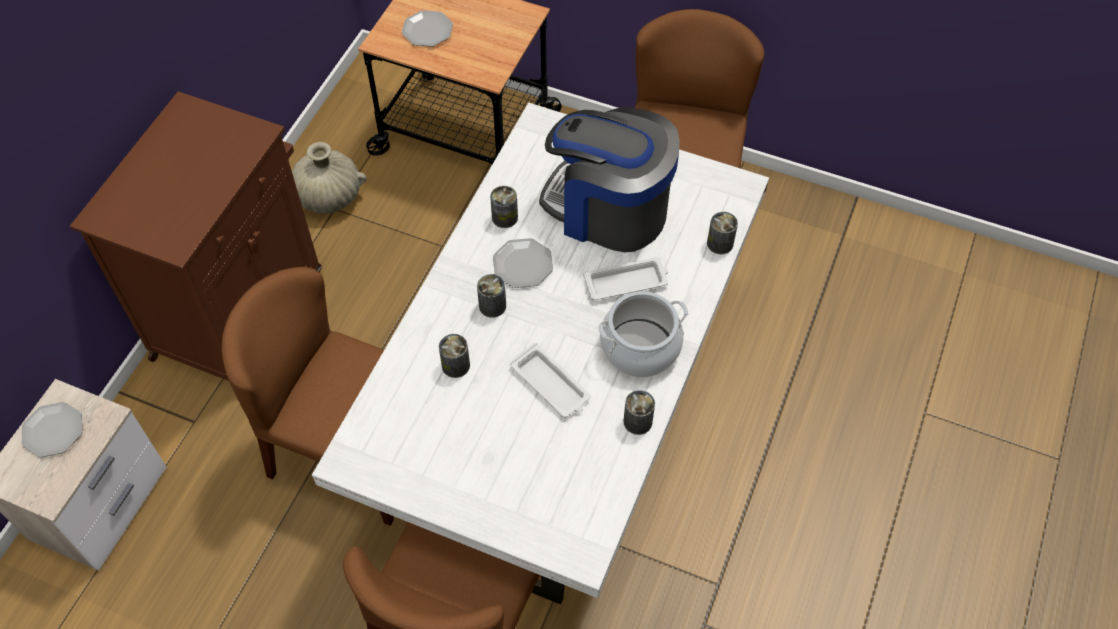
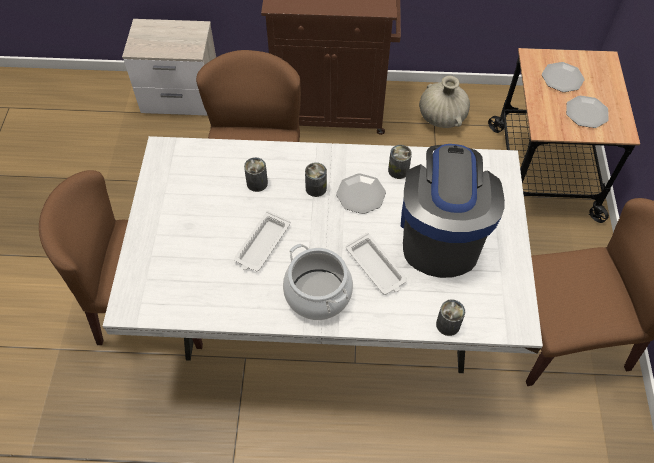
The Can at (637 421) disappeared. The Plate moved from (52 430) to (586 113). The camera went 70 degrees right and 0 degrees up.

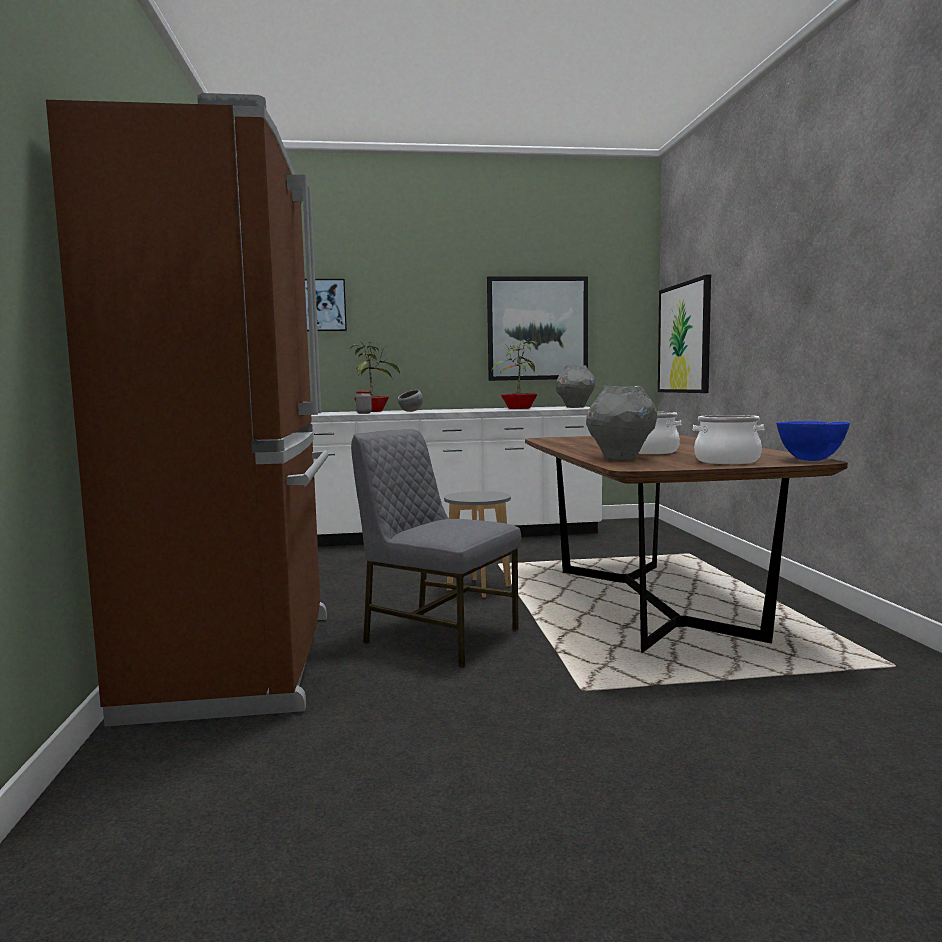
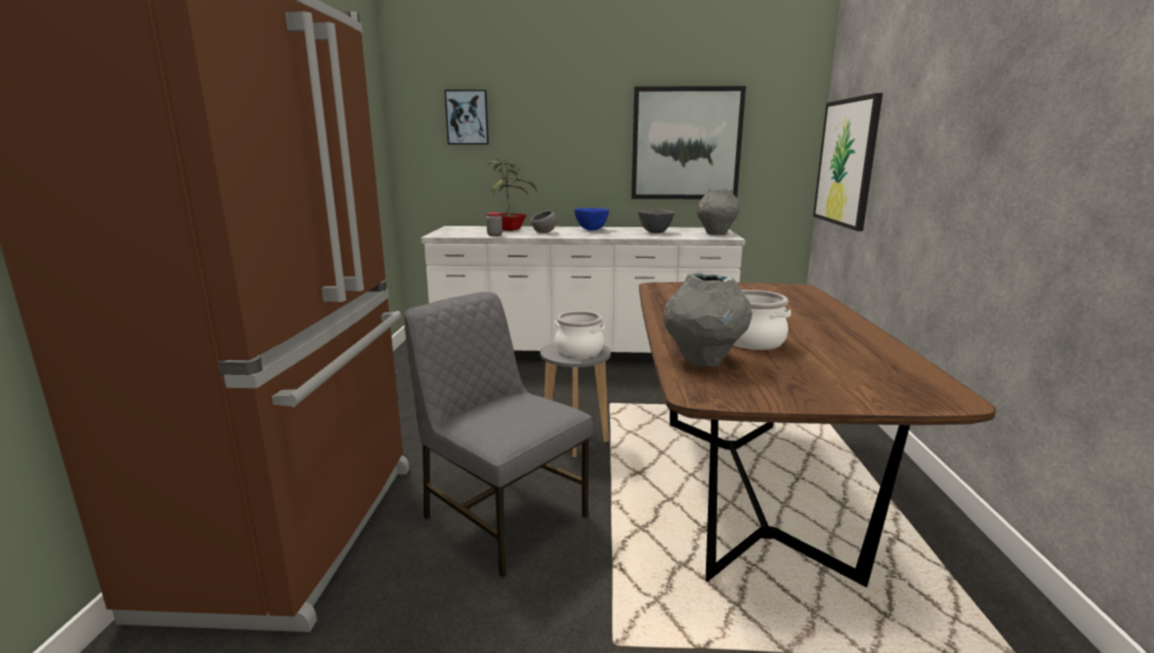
The CookingPot moved from (727 461) to (579 350). The BlueBowl moved from (810 460) to (591 230). The PottedPlant at (518 408) was replaced by the GreyBowl at (655 232). The camera went 10 degrees right and 10 degrees up.

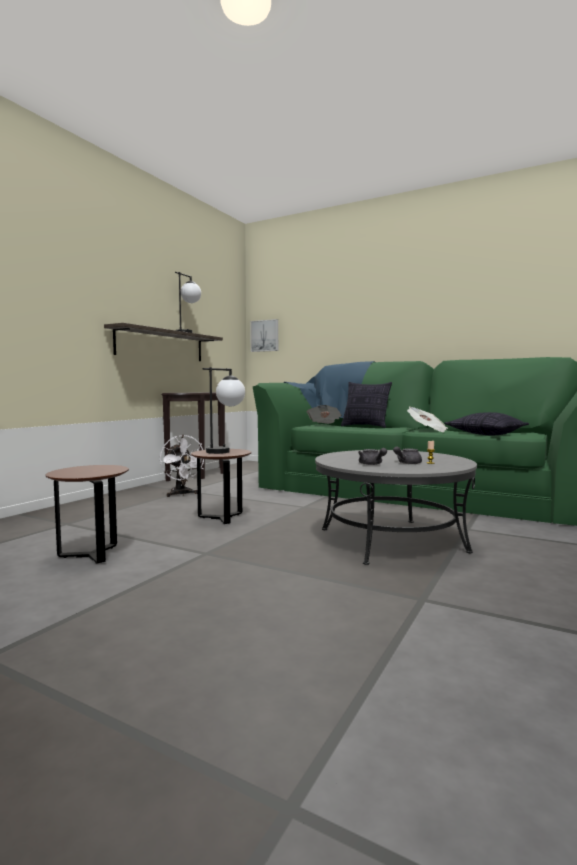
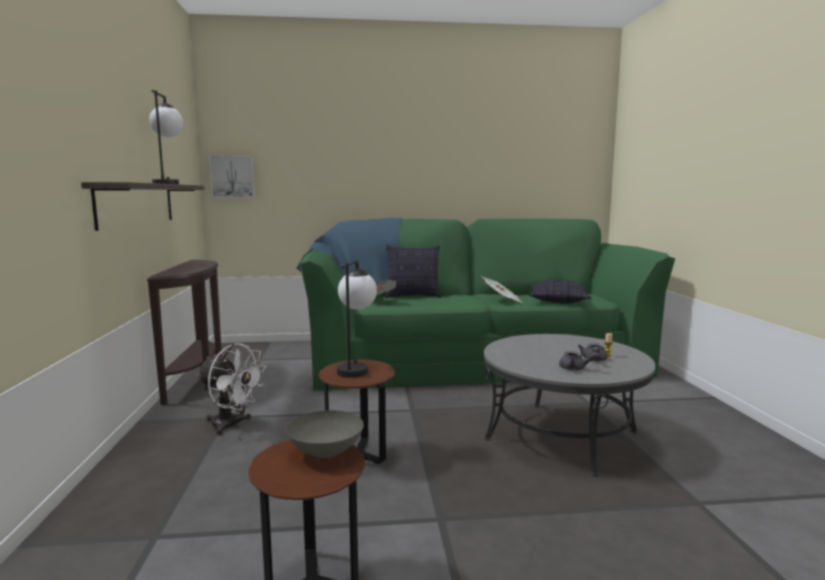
The GreyBowl at (327 452) appeared. The camera went 35 degrees left and 5 degrees up.

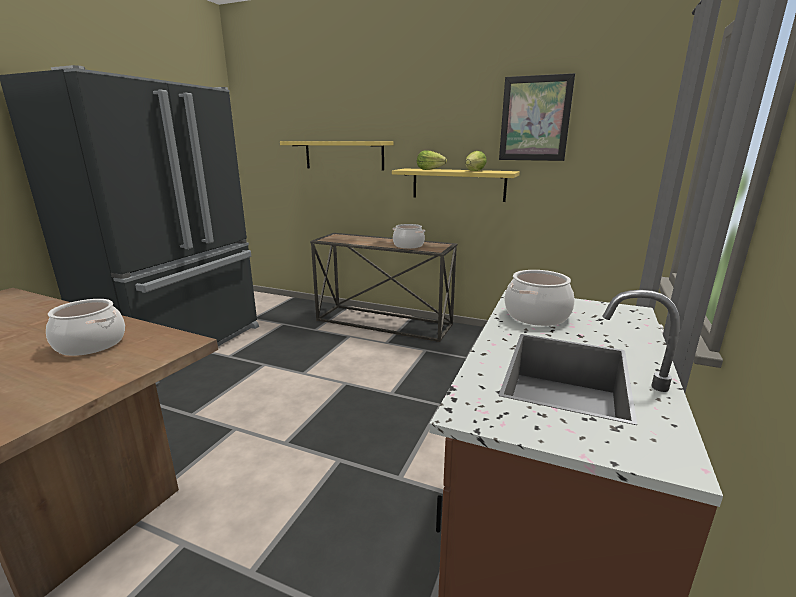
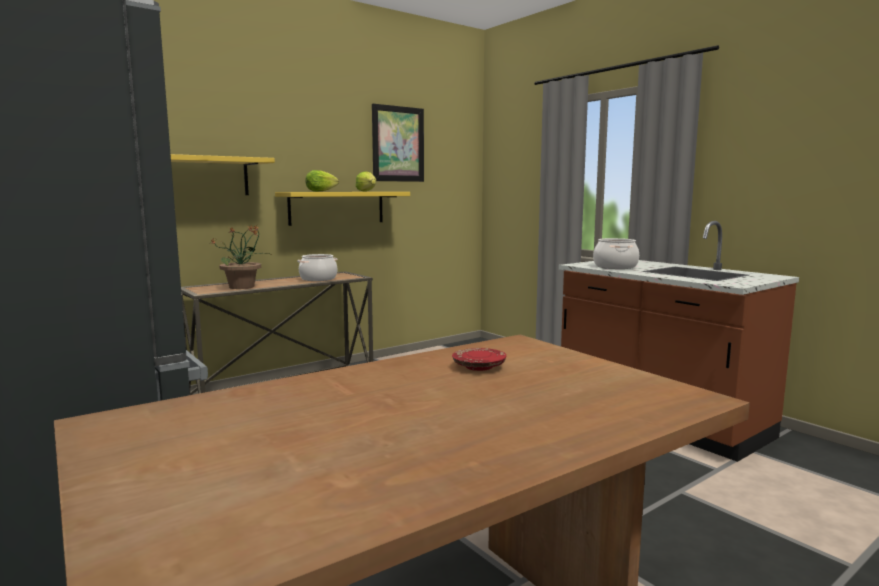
The PottedPlant at (243 287) appeared. The CookingPot at (90 344) was replaced by the RedPlate at (478 367). The camera went 60 degrees left and 10 degrees down.

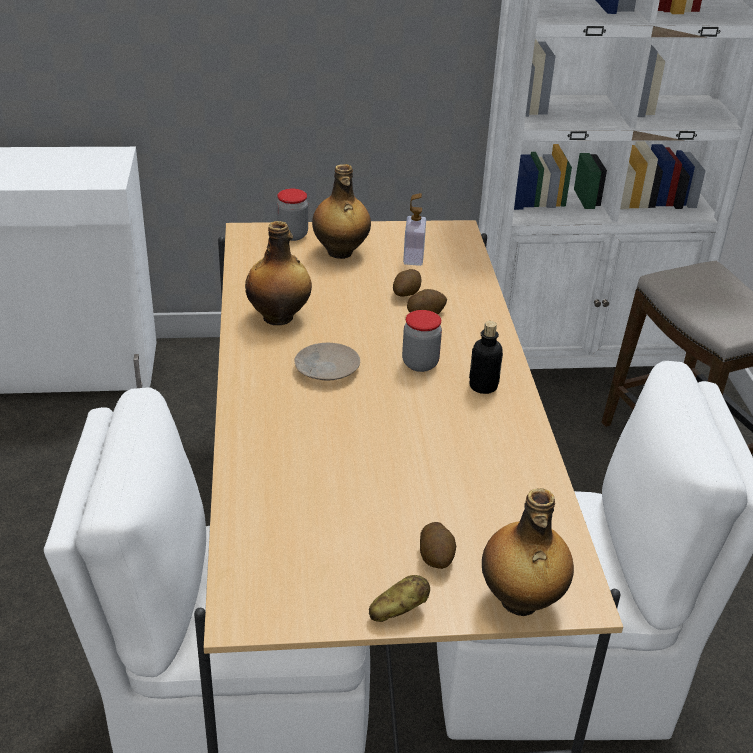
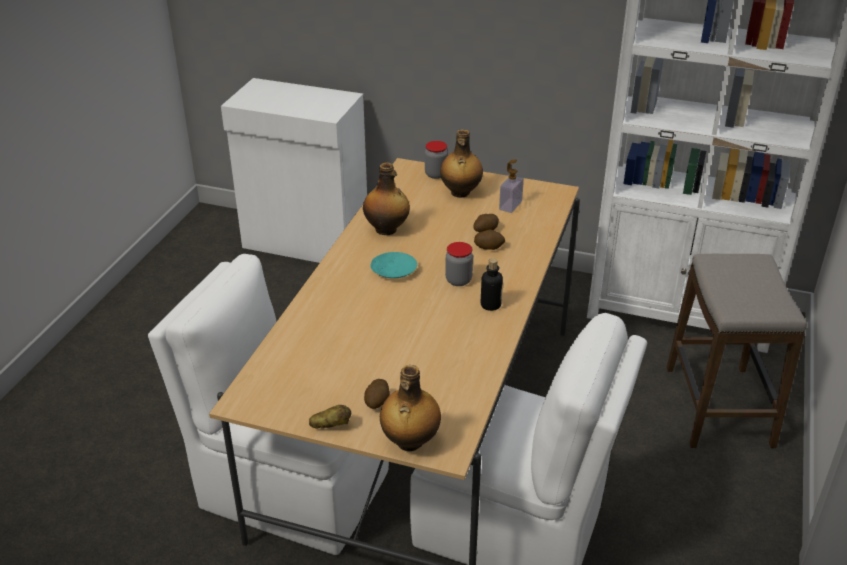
The BeigePlate at (326 369) became the TurquoisePlate at (393 270). The camera went 25 degrees right and 0 degrees up.

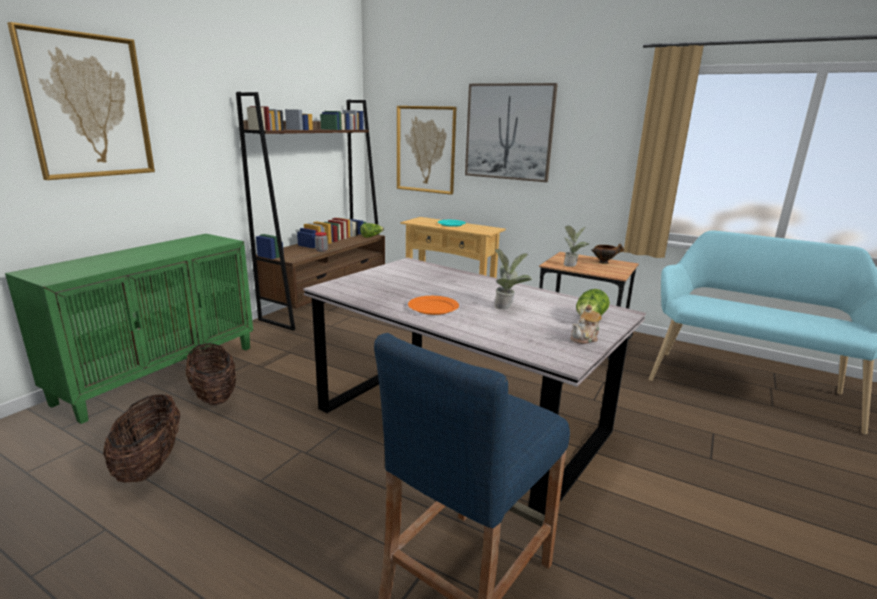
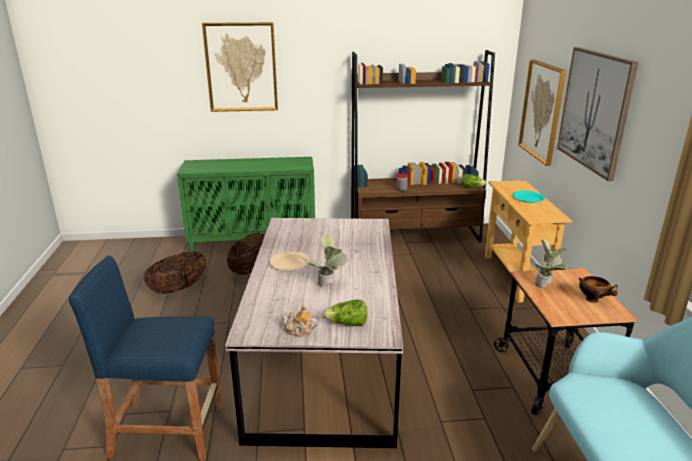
The OrangePlate at (433 307) became the BeigePlate at (289 263). The camera went 55 degrees right and 5 degrees up.

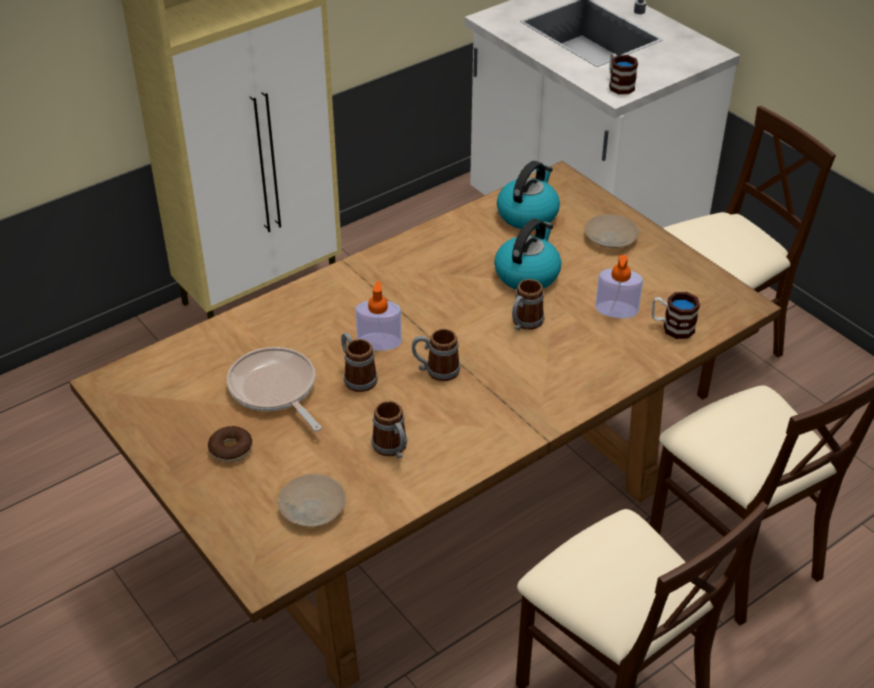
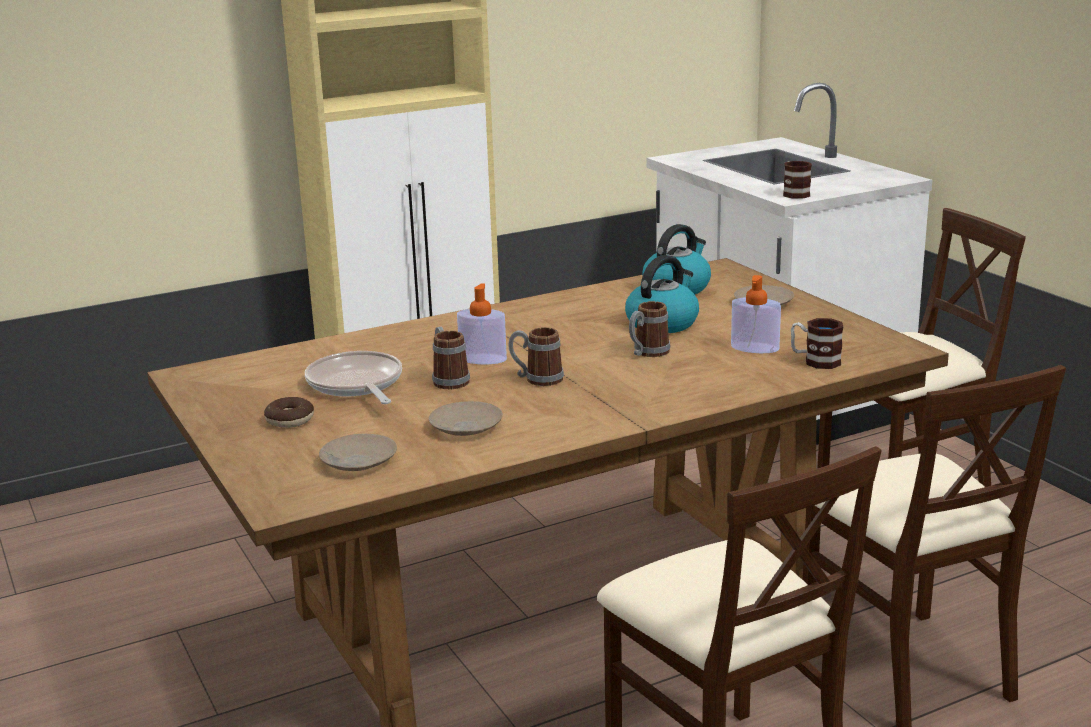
The Mug at (392 449) was replaced by the BeigePlate at (466 427). The camera went 10 degrees right and 20 degrees down.

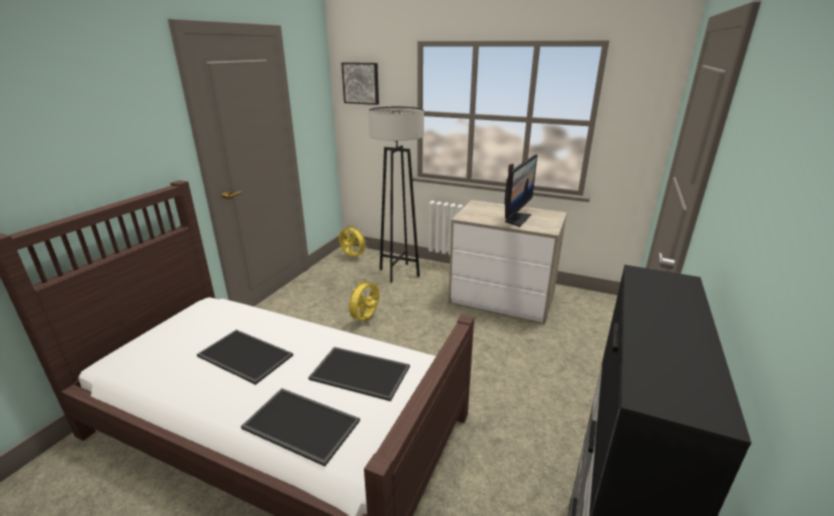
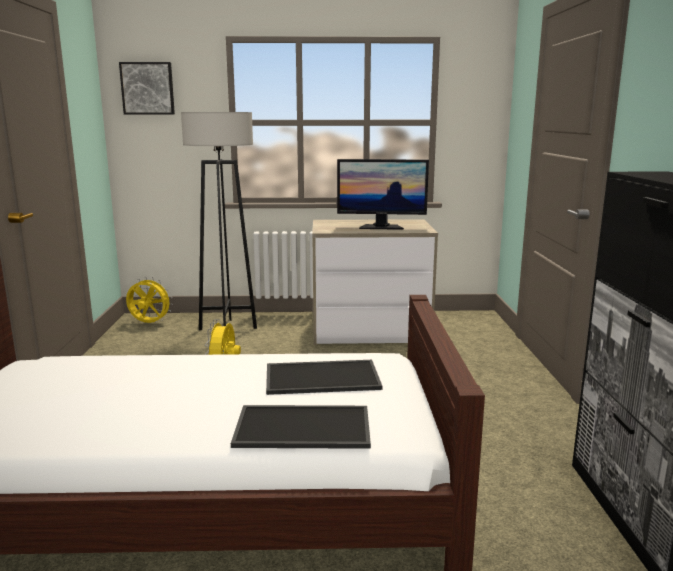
The Tray at (243 356) disappeared. The Monitor at (516 219) turned 90 degrees clockwise. The camera went 25 degrees left and 10 degrees down.

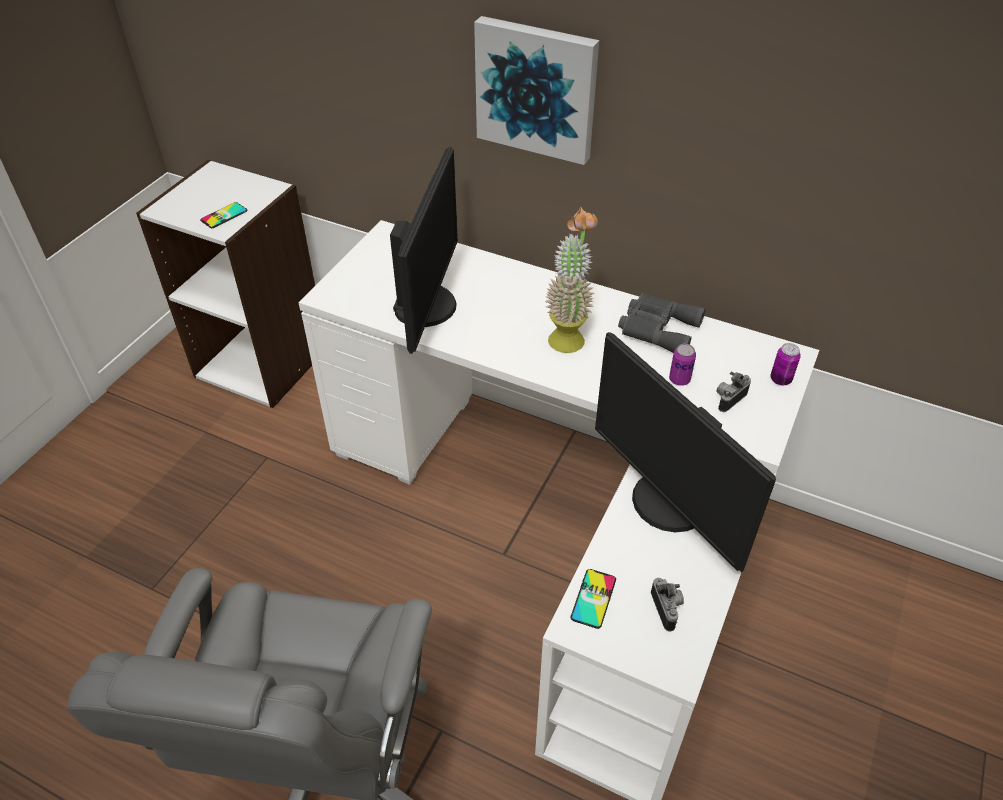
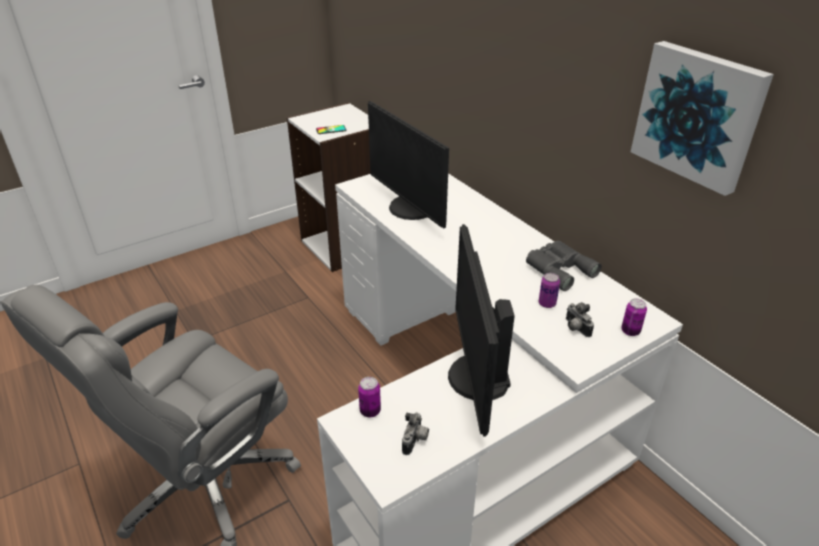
The PottedPlant at (568 334) disappeared. The Picture moved from (537 88) to (698 115). The Phone at (593 598) was replaced by the Can at (370 411). The Monitor at (428 306) turned 105 degrees clockwise. The PhotoCamera at (729 399) turned 105 degrees counterclockwise. The camera went 30 degrees right and 10 degrees down.

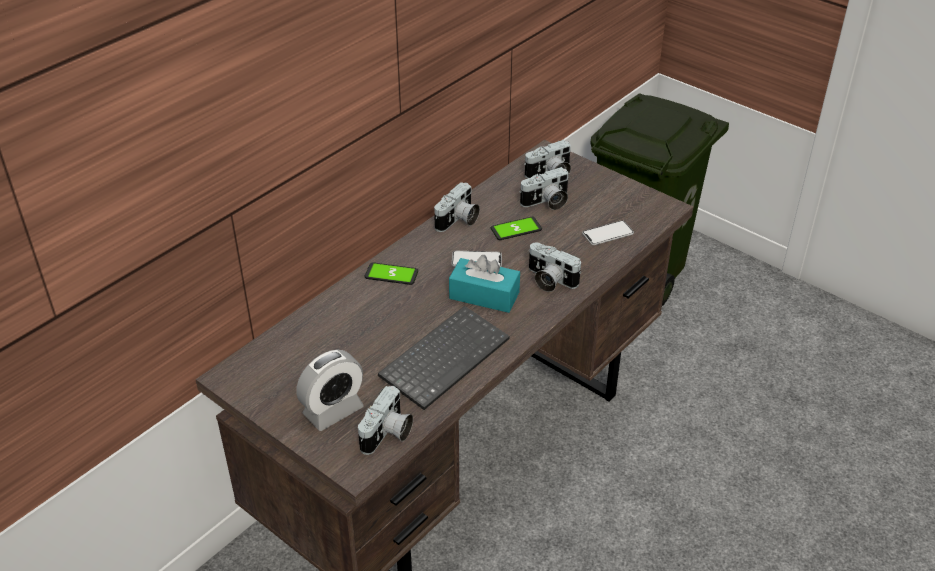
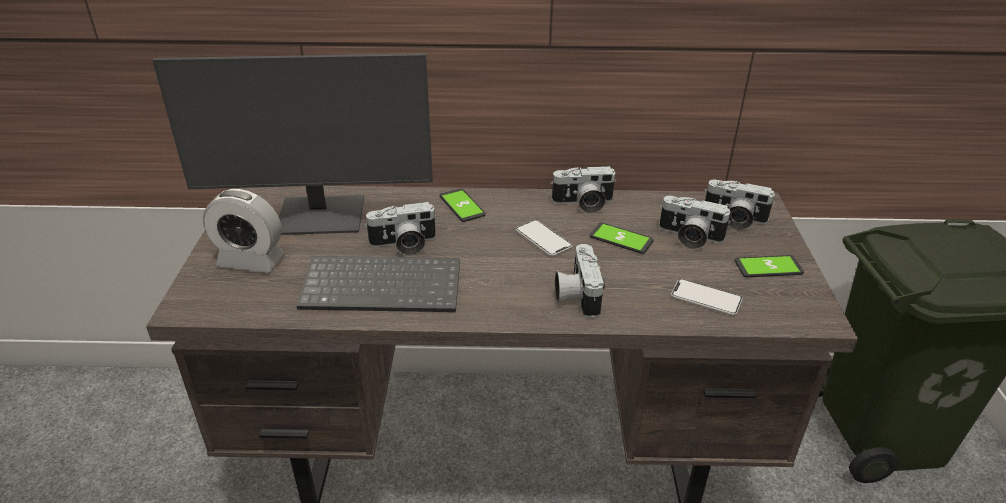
The TurquoiseTissueBox at (484 295) disappeared. The Monitor at (321 217) appeared. The Phone at (768 267) appeared. The PhotoCamera moved from (388 434) to (404 245). The camera went 50 degrees right and 5 degrees down.

